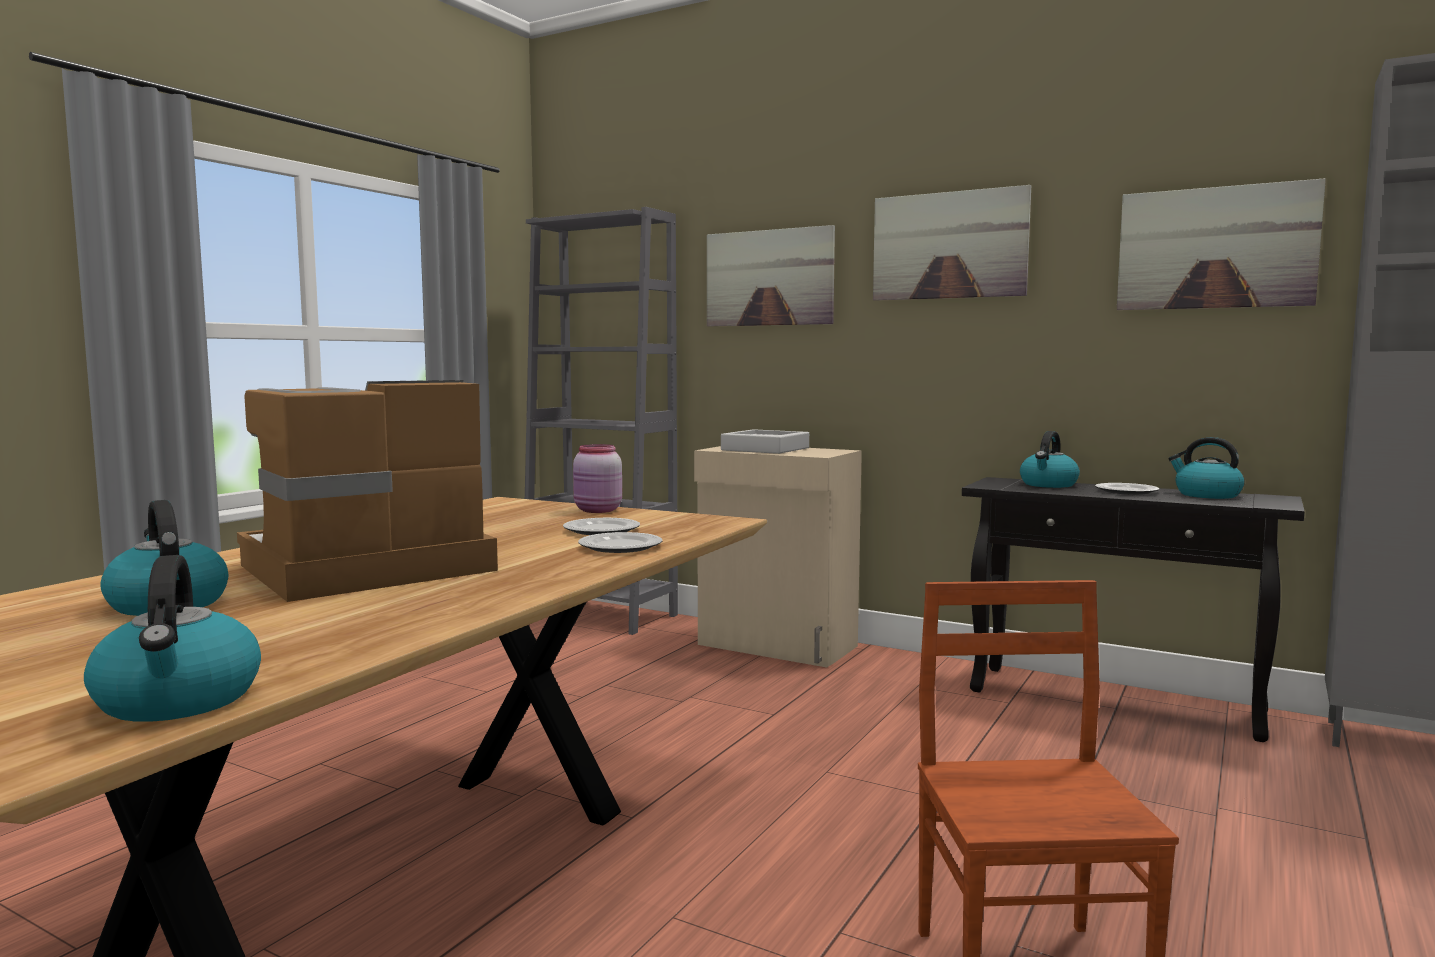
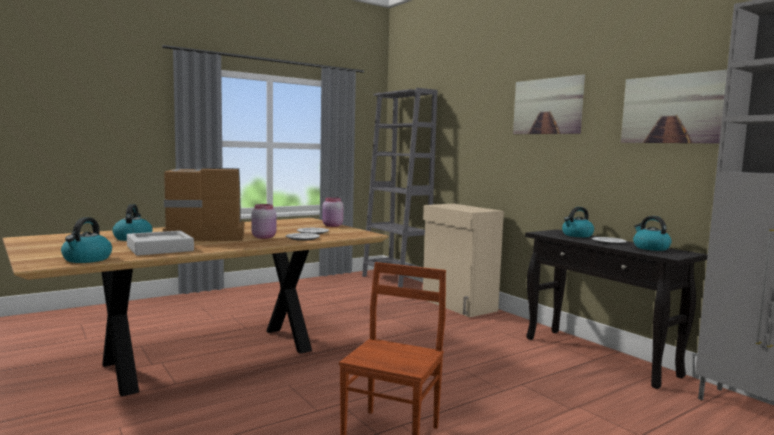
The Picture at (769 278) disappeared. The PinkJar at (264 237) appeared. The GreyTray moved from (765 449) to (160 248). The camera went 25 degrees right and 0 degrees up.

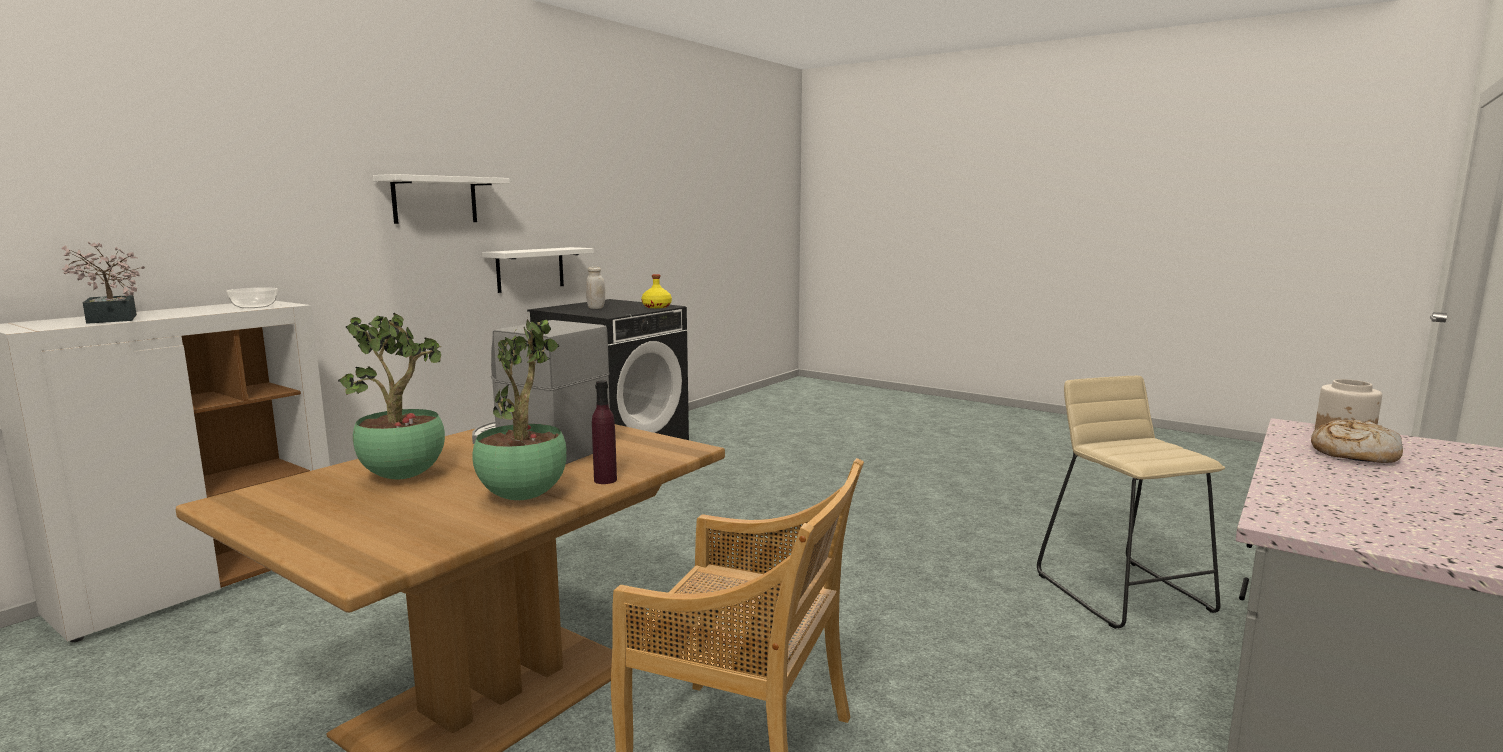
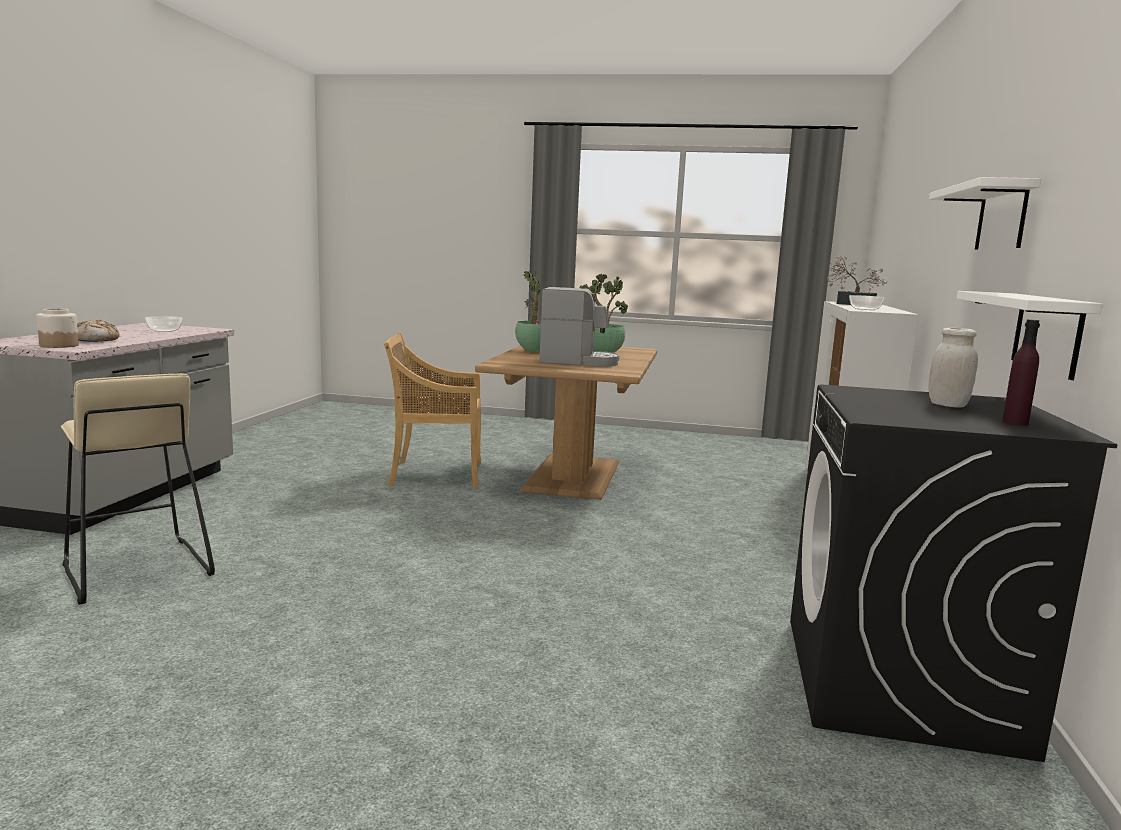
The YellowBottle at (656 307) disappeared. The Bowl at (164 330) appeared. The PurpleBottle moved from (605 480) to (1015 423). The camera went 155 degrees right and 0 degrees up.

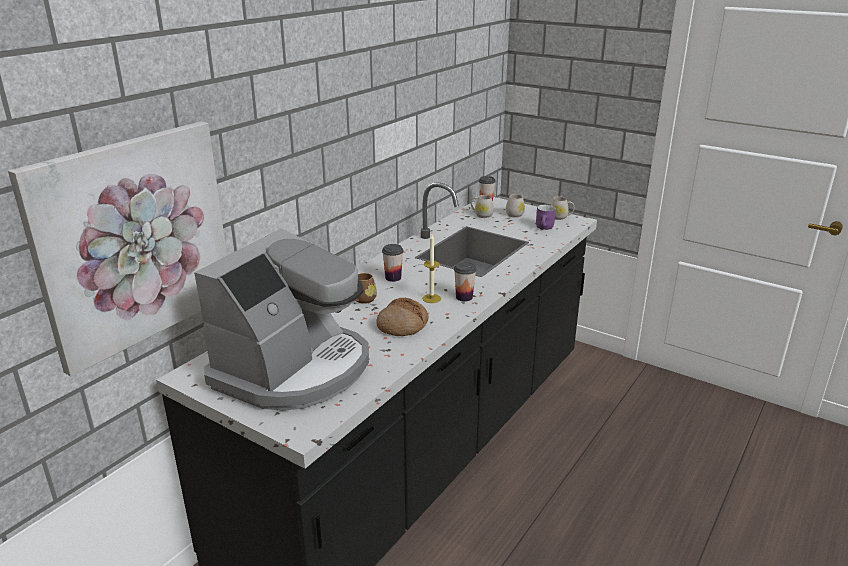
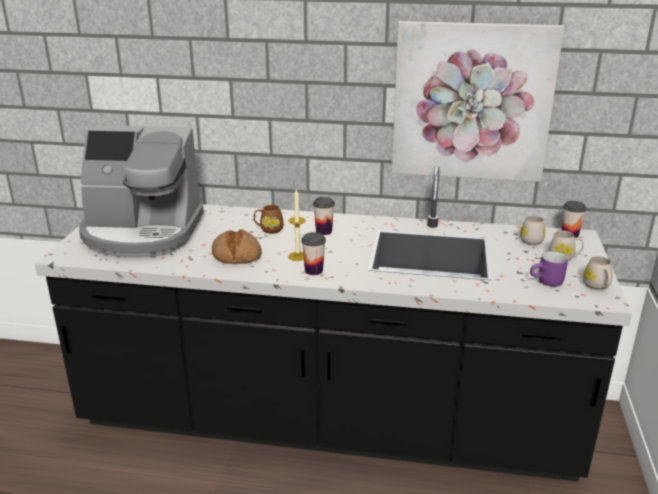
The Picture moved from (133 241) to (471 102). The camera went 65 degrees right and 0 degrees up.

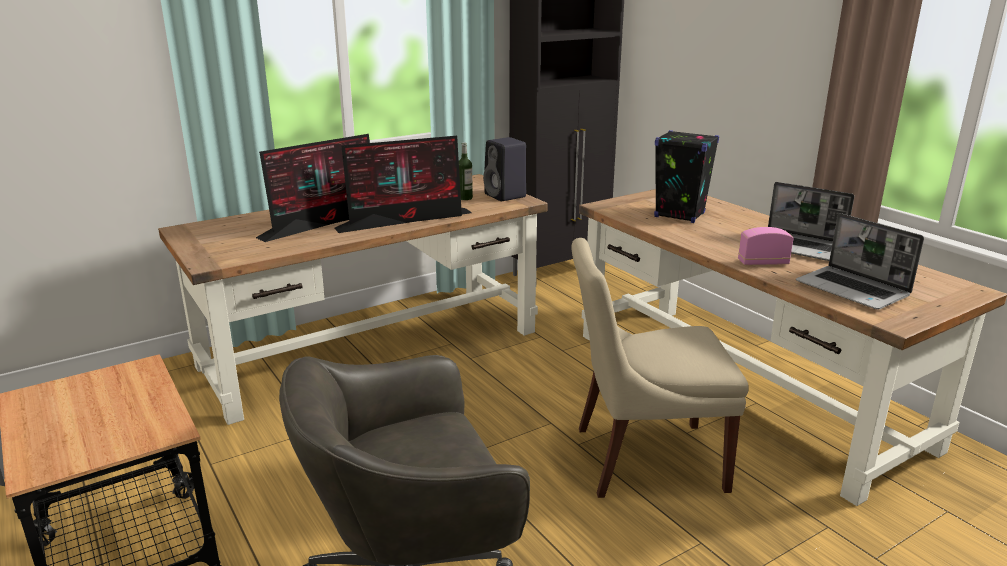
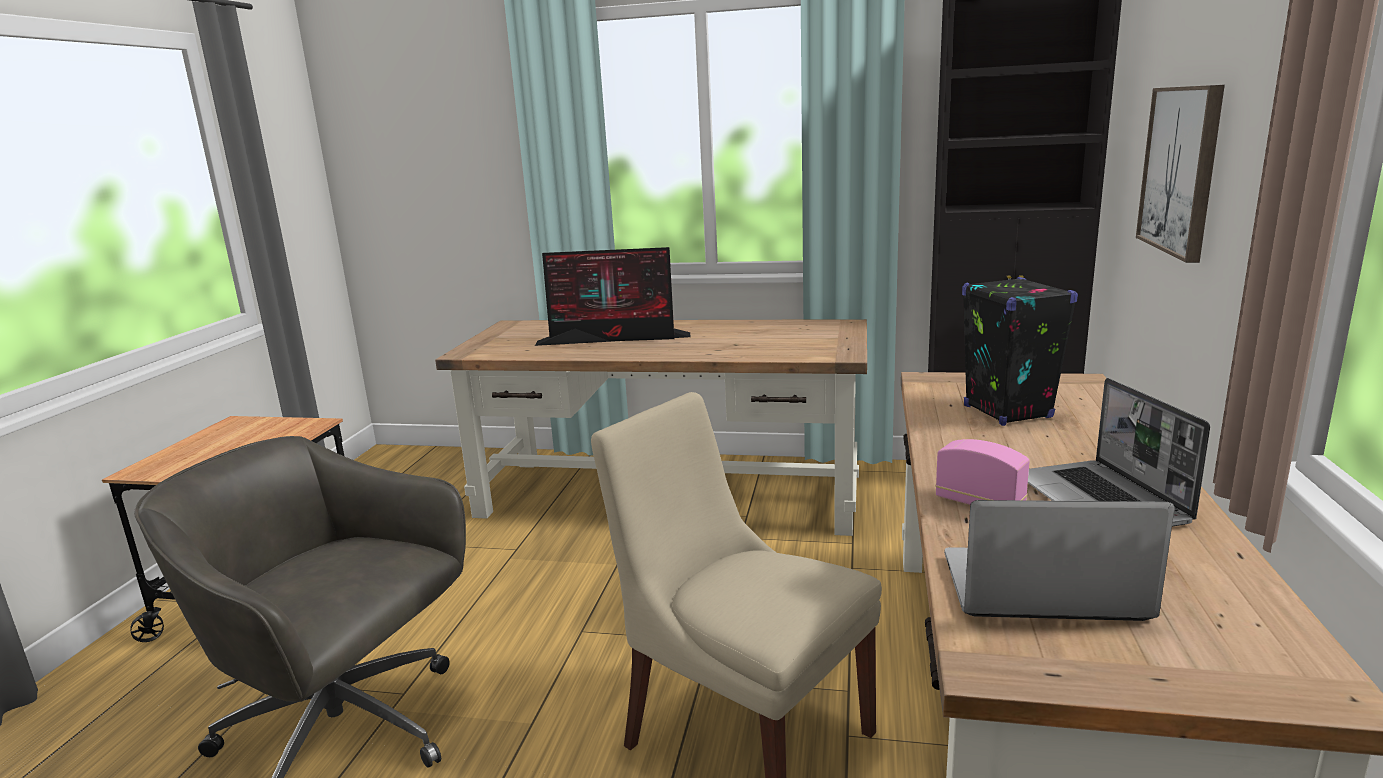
The Monitor at (407 220) disappeared. The Bottle at (465 198) disappeared. The BlackSpeaker at (506 196) disappeared. The Picture at (1181 170) appeared. The Laptop at (853 290) turned 90 degrees clockwise. The camera went 45 degrees right and 5 degrees down.

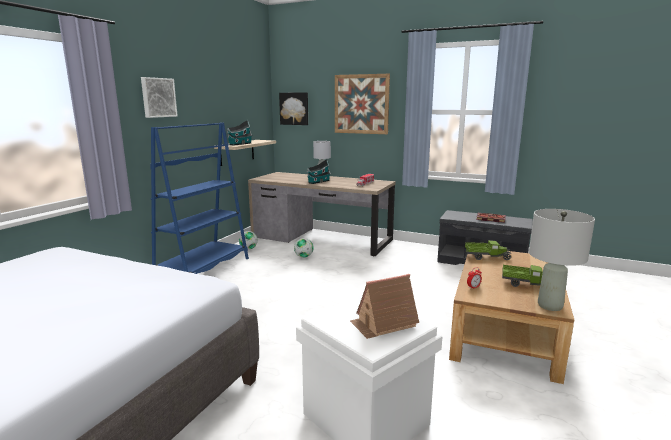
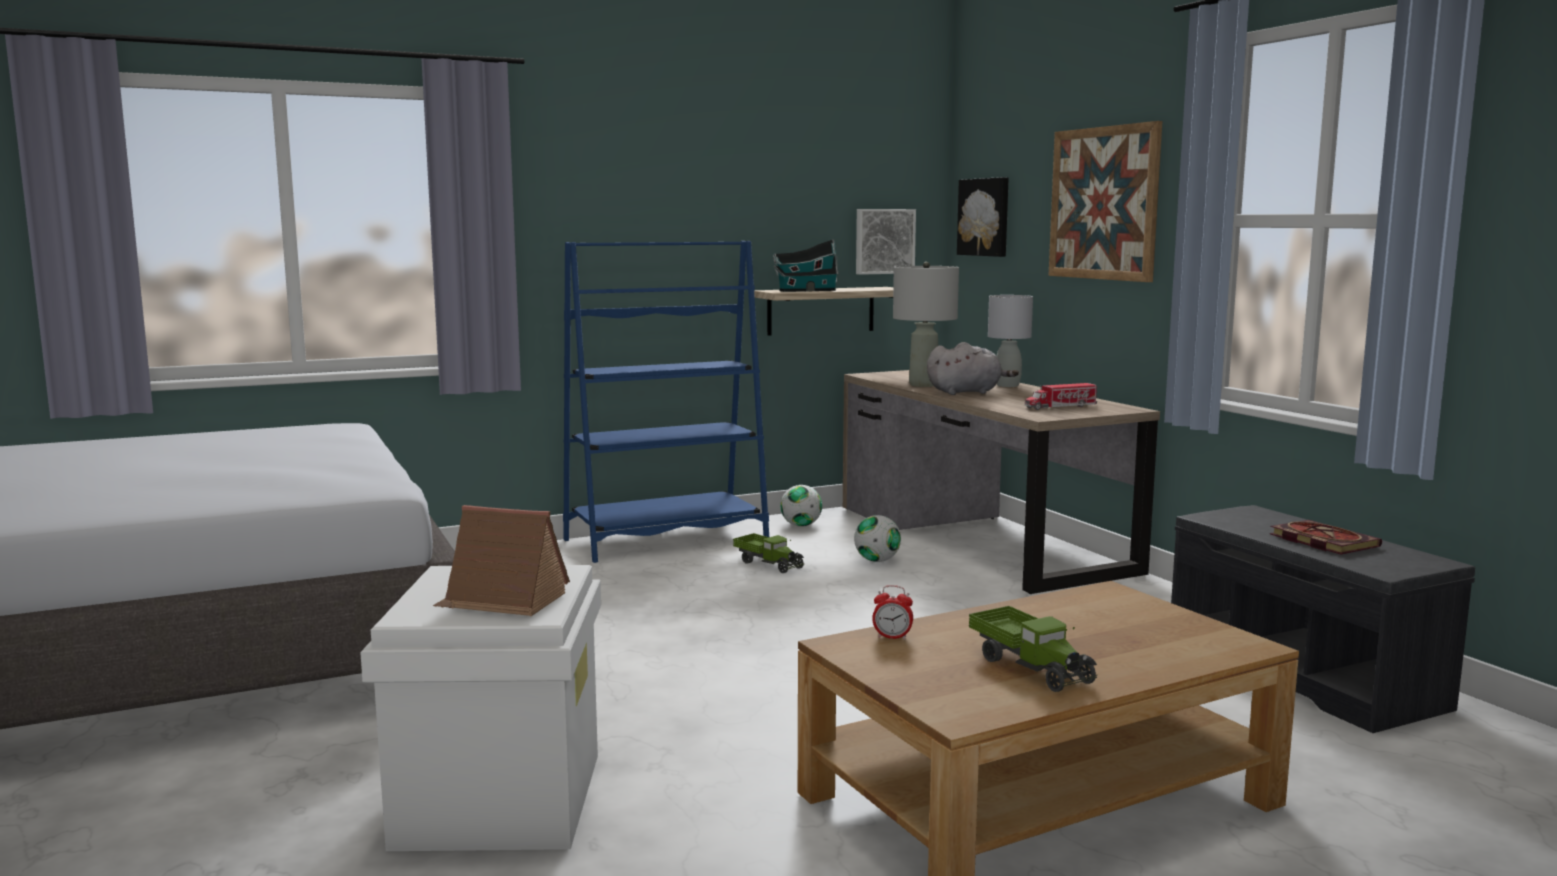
The Picture moved from (158 97) to (884 241). The ToyTruck moved from (486 257) to (768 563). The GreyTableLamp moved from (549 305) to (923 384). The ToyHouse at (318 182) was replaced by the GreyPlushToy at (966 392). The camera went 40 degrees right and 5 degrees down.

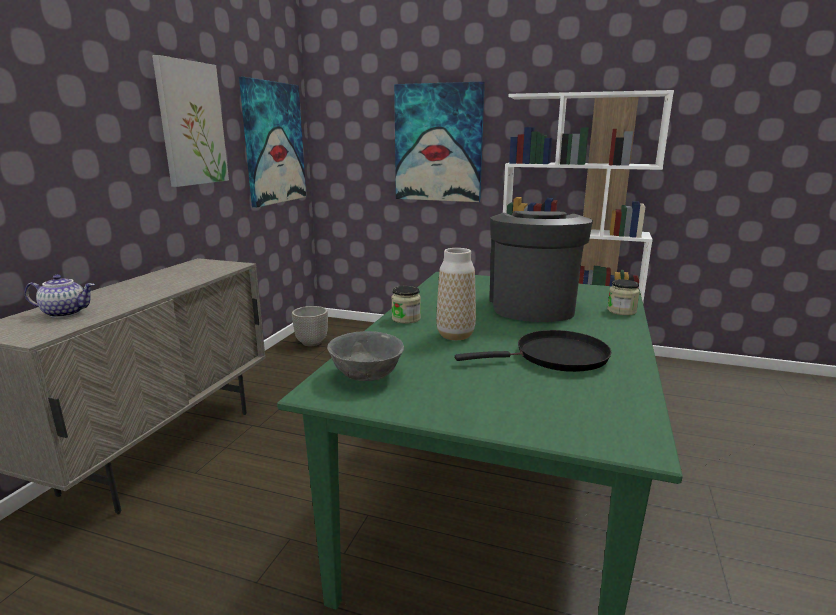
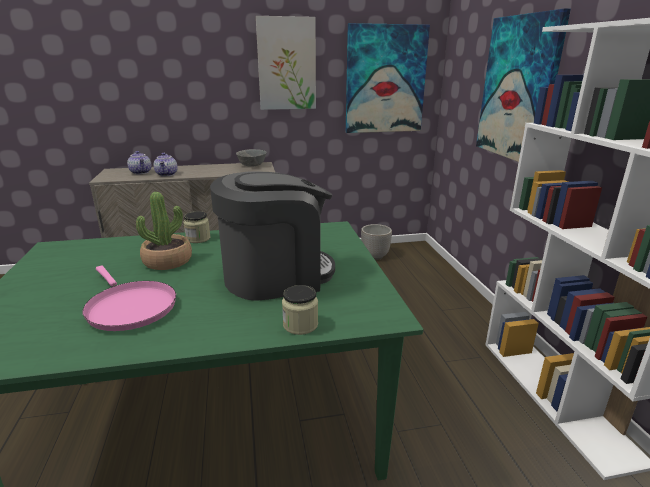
The Teapot at (167 174) appeared. The GreyBowl moved from (367 375) to (252 165). The Vase at (455 335) was replaced by the PottedPlant at (167 261). The BlackFryingPan at (555 357) became the PinkFryingPan at (129 307). The camera went 60 degrees right and 5 degrees up.

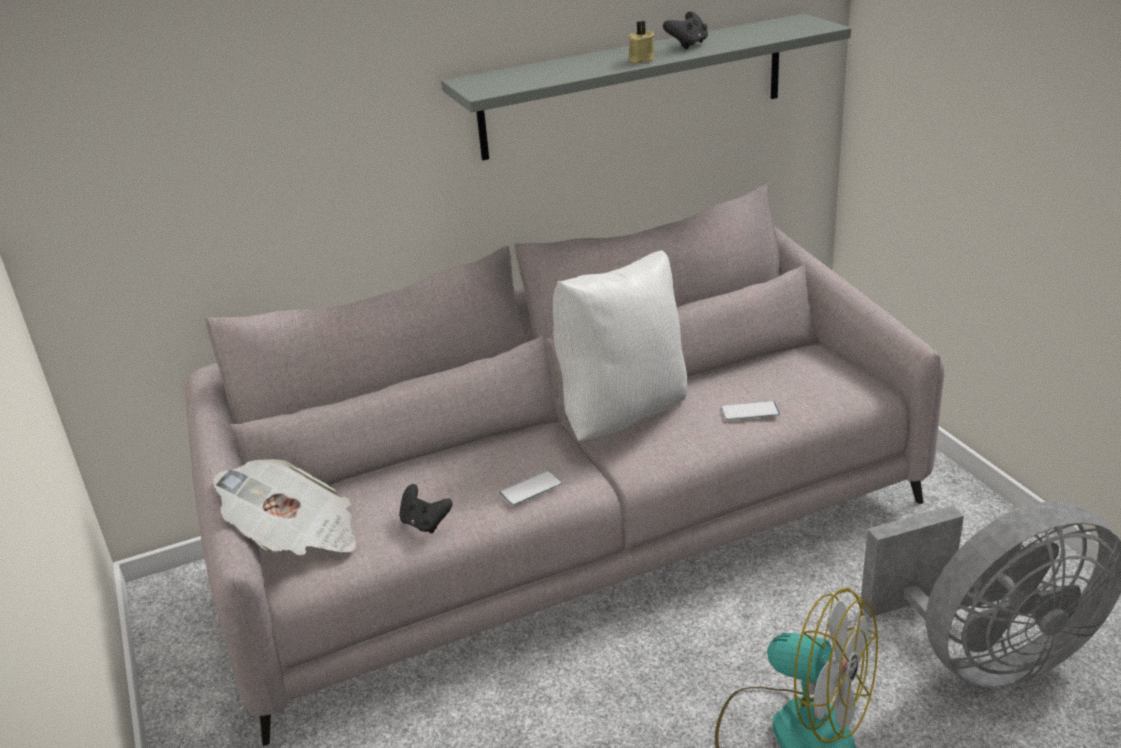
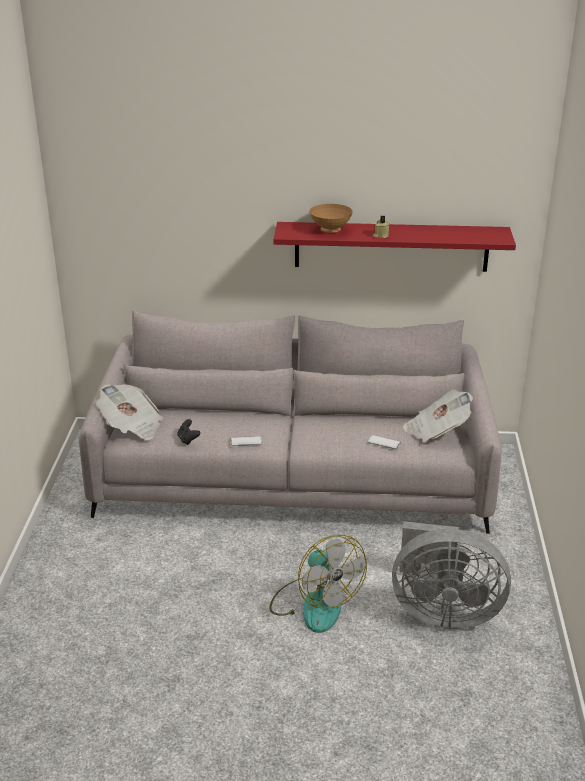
The WhitePillow at (623 414) disappeared. The BlackGameController at (688 45) disappeared. The BrownBowl at (330 230) appeared. The Newspaper at (436 430) appeared. The GreyShelf at (634 86) became the RedShelf at (391 246). The camera went 25 degrees right and 0 degrees up.

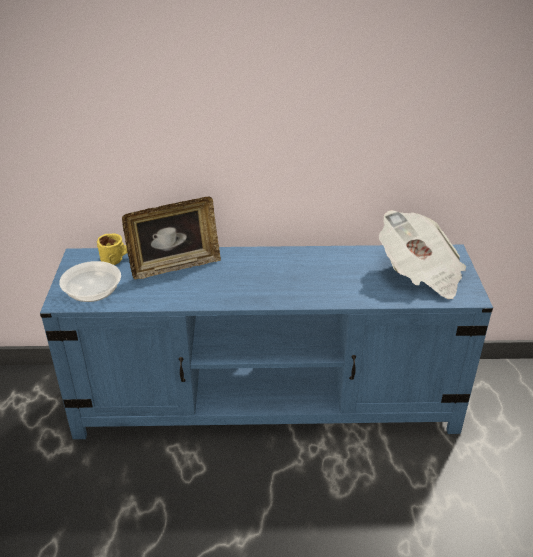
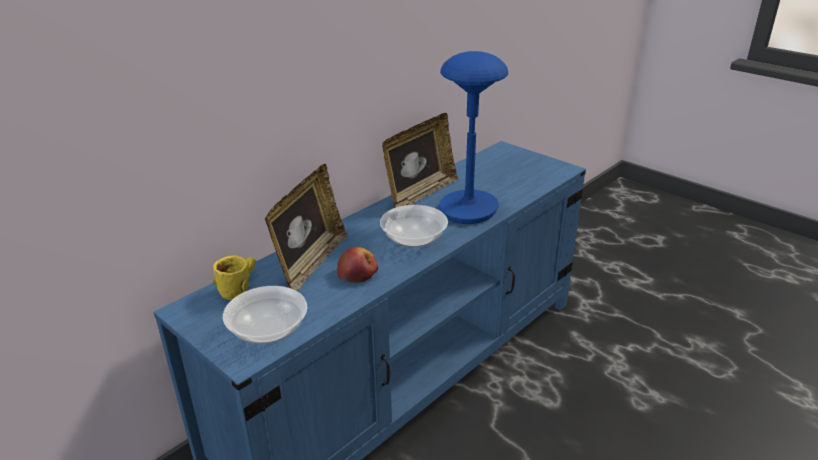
The Newspaper at (420 274) disappeared. The Apple at (358 273) appeared. The Bowl at (414 239) appeared. The PictureFrame at (420 193) appeared. The BlueTableLamp at (469 209) appeared. The camera went 45 degrees left and 5 degrees down.

